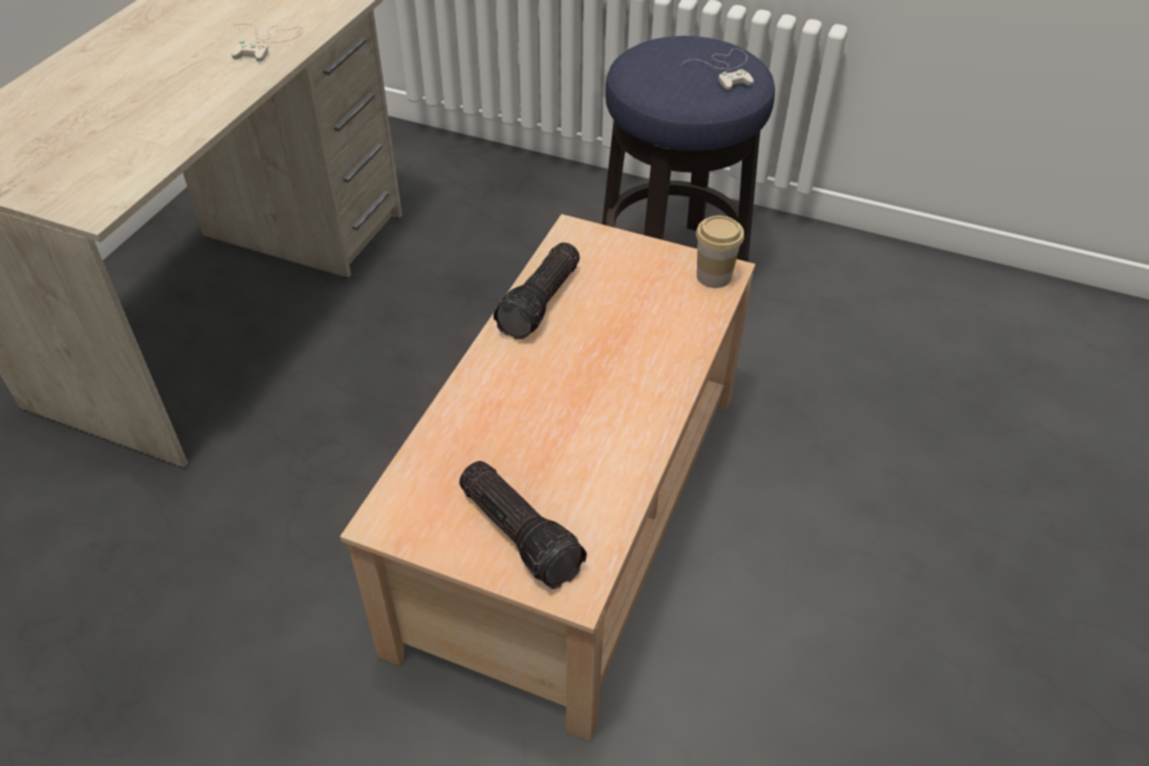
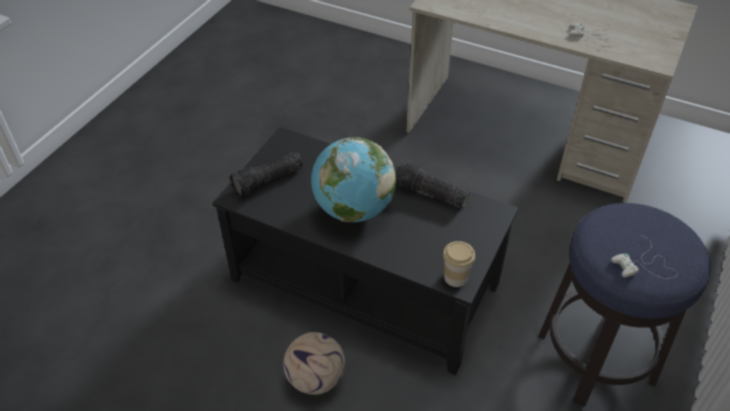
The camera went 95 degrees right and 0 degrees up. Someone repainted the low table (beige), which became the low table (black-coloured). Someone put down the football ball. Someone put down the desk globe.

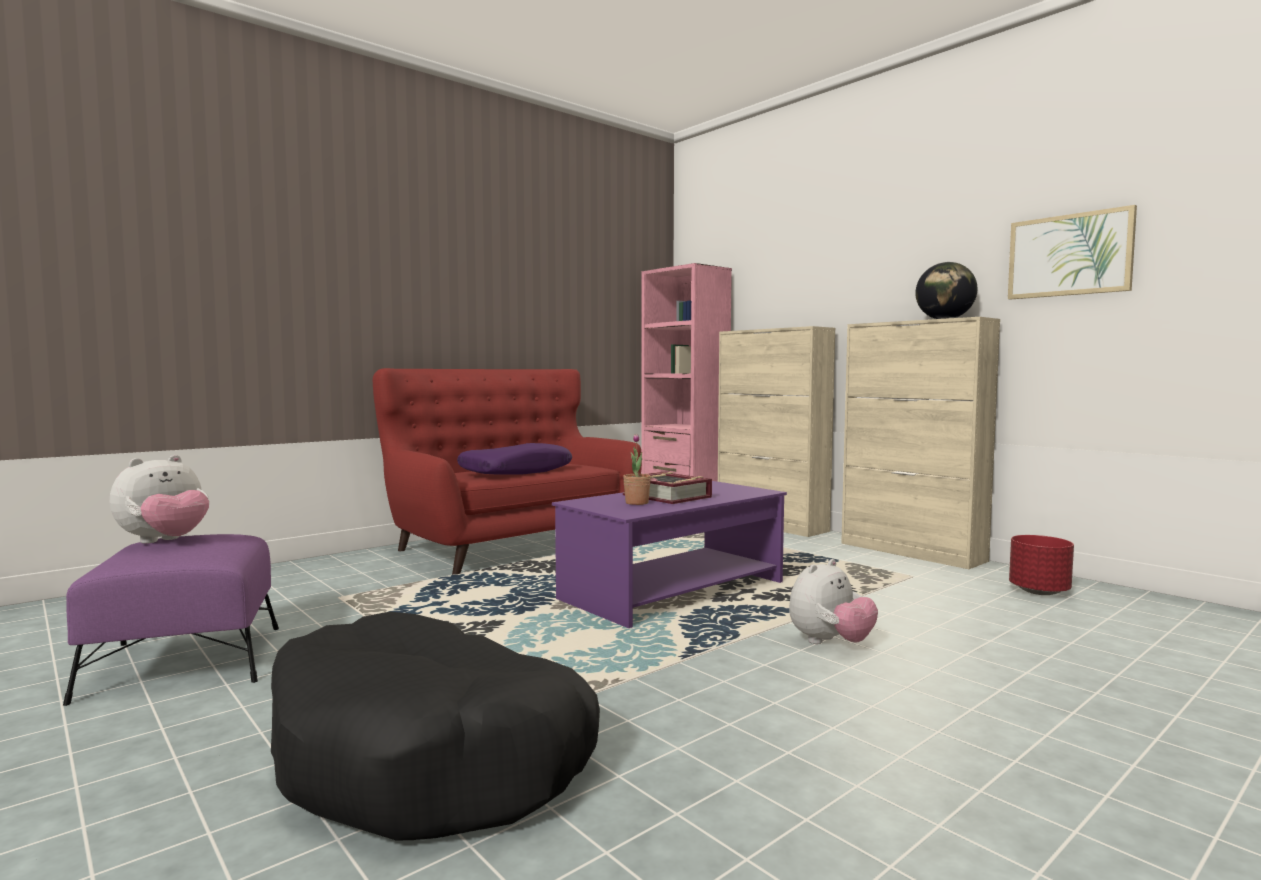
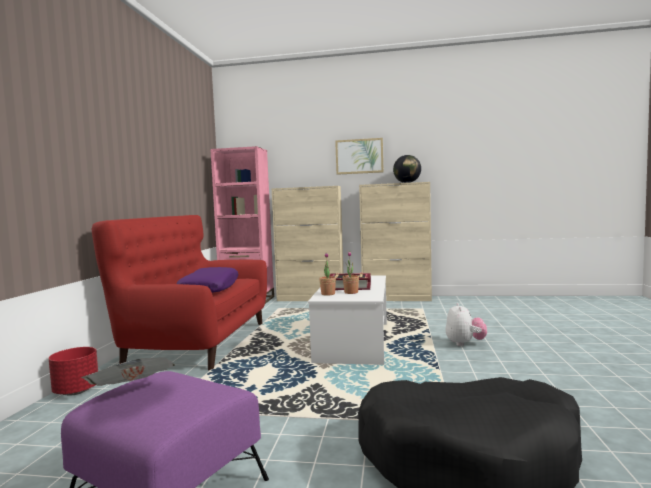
The camera went 40 degrees left and 0 degrees up. Someone carried the plant pot (reddish). Someone swapped the plush toy (1st from left) for the daily paper. Someone repainted the low table (purple-coloured), which became the low table (white). Someone put down the houseplant (1st from left). Someone carried the wall art.

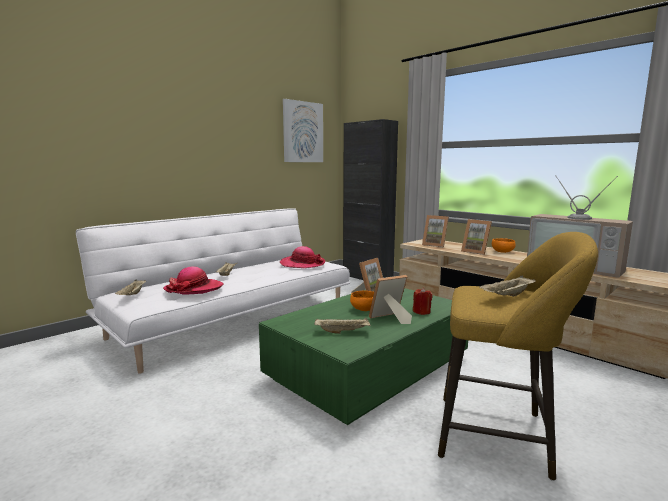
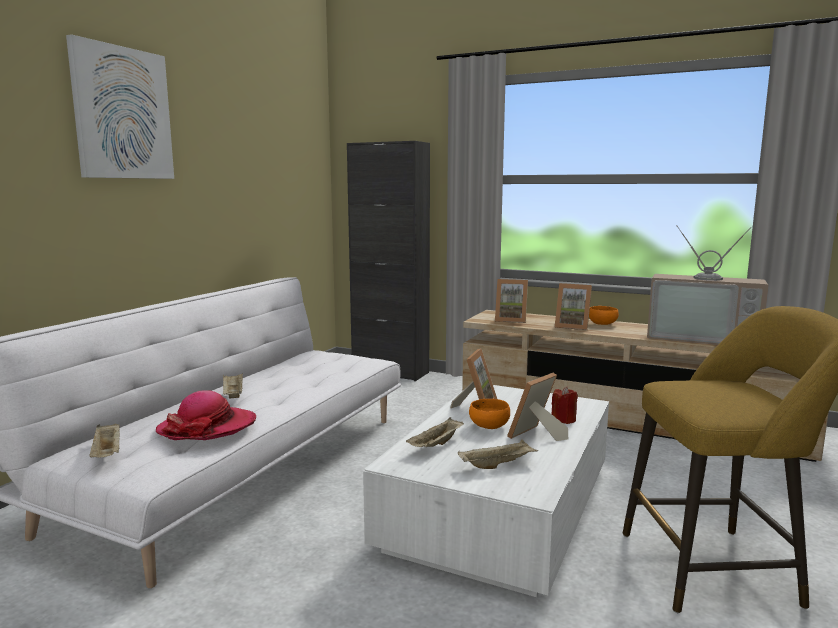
The camera went 20 degrees left and 0 degrees up. Someone carried the wall art. Someone repainted the low table (greenish), which became the low table (white). Someone carried the serving tray (beige) (4th from left in the first image). Someone took away the hat (2nd from left).

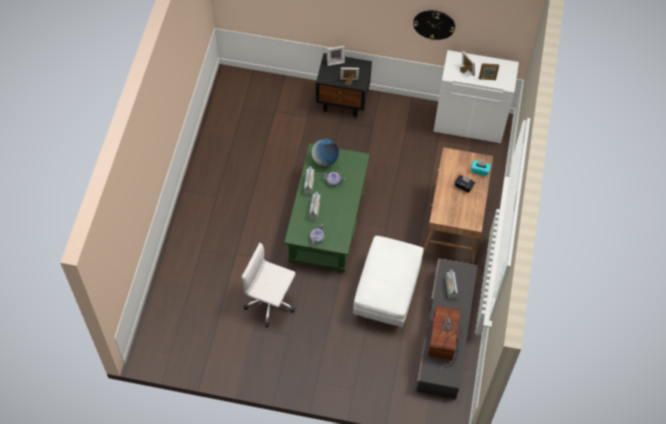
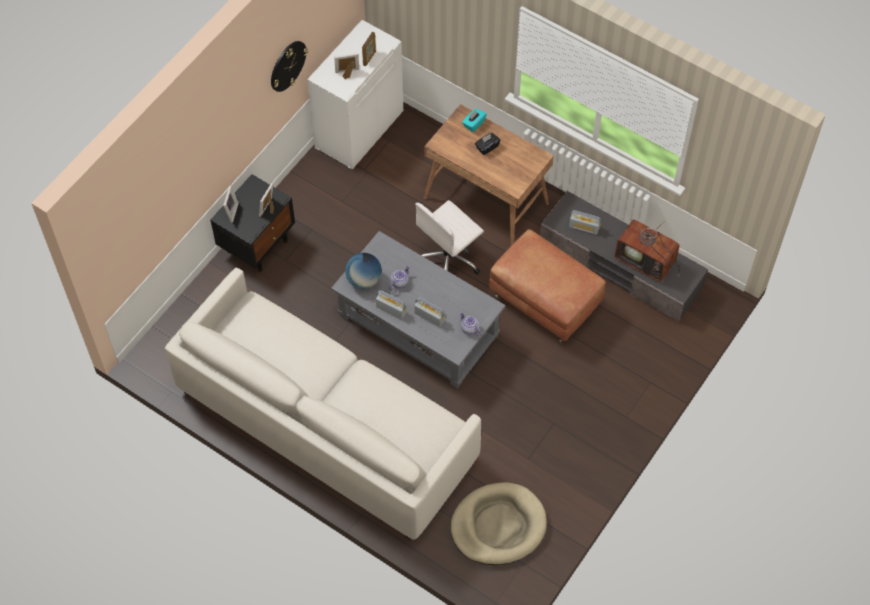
The camera went 65 degrees left and 0 degrees up. Someone put down the sofa (white). Someone repainted the low table (greenish), which became the low table (gray). Someone carried the office chair (white). Someone put down the dog bed (beige). Someone repainted the footrest (white), which became the footrest (brownish).

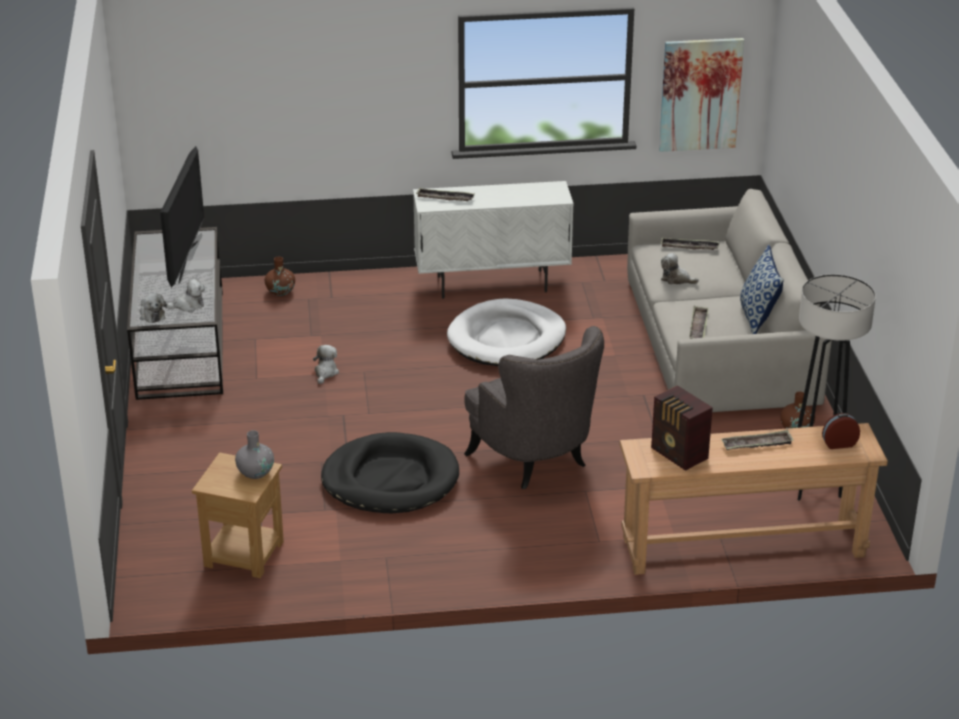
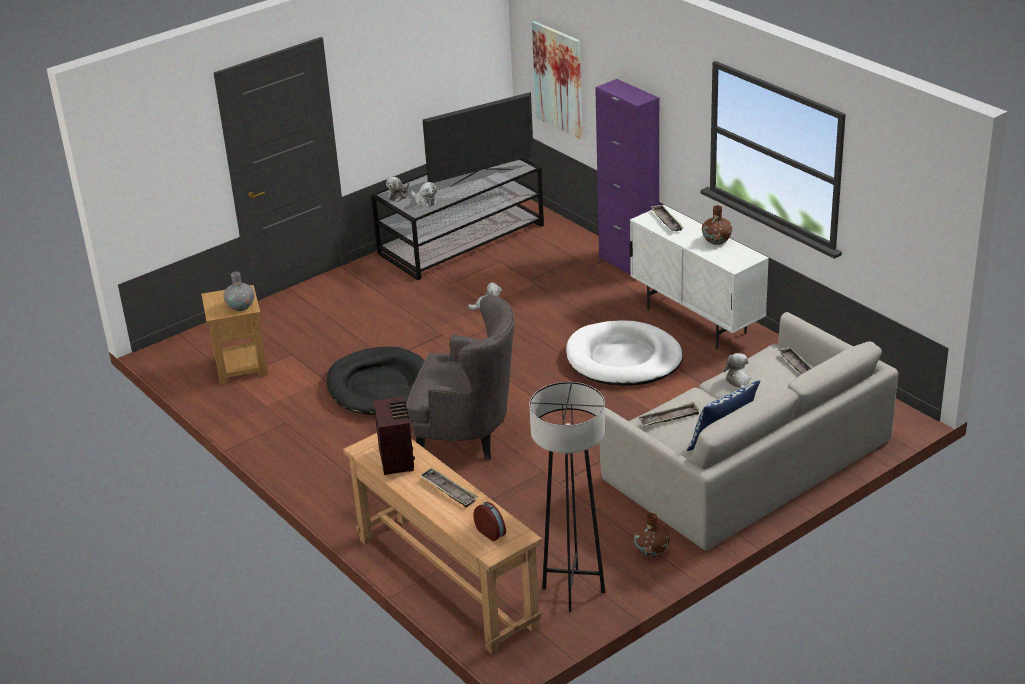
The camera went 60 degrees right and 0 degrees up. Someone rotated the radio by 150 degrees clockwise. Someone rotated the lounge chair (gray) by 105 degrees counterclockwise. Someone carried the wall art. Someone put down the cupboard (purple-coloured). Someone carried the decorative vase (brownish) (1st from left in the first image).

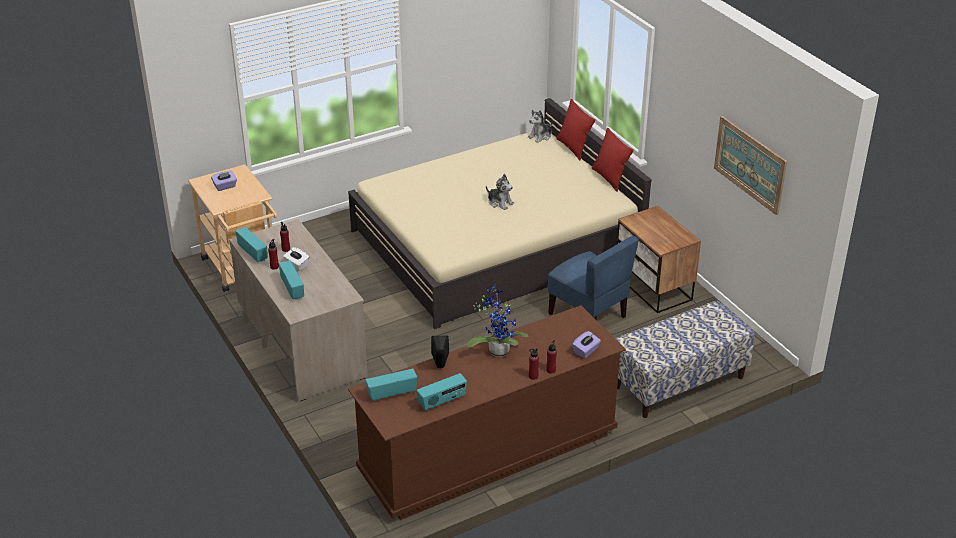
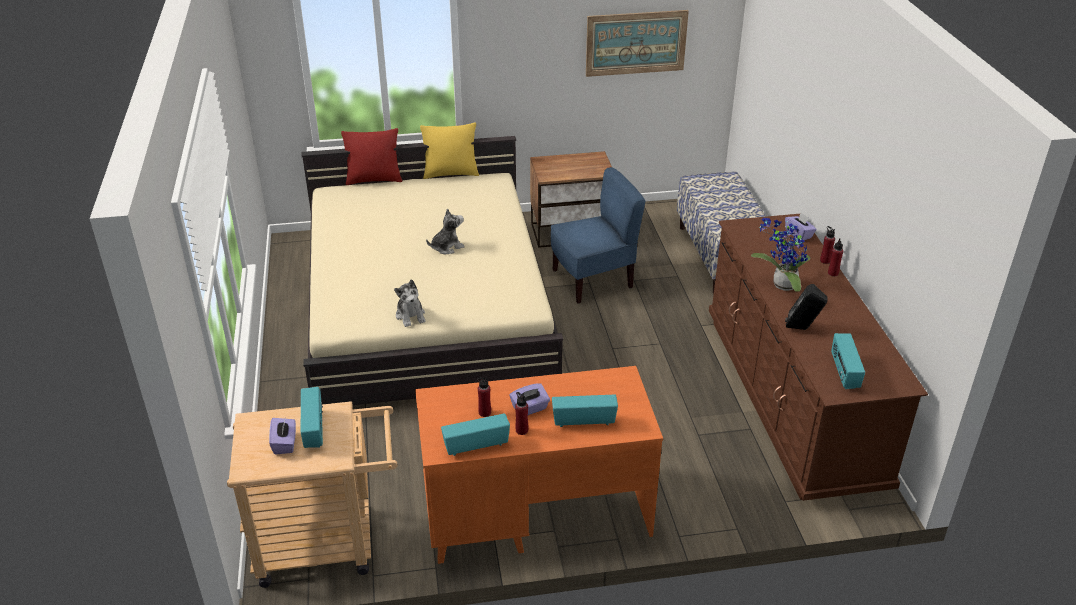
The camera went 70 degrees left and 0 degrees up. Someone carried the radio (4th from left in the first image). Someone carried the plush toy (2nd from left in the first image). Someone repainted the desk table (beige), which became the desk table (orangey). Someone repainted the throw pillow (reddish) (2nd from left), which became the throw pillow (yellow). Someone repainted the box of tissues (white), which became the box of tissues (purple-coloured) (2nd from left).

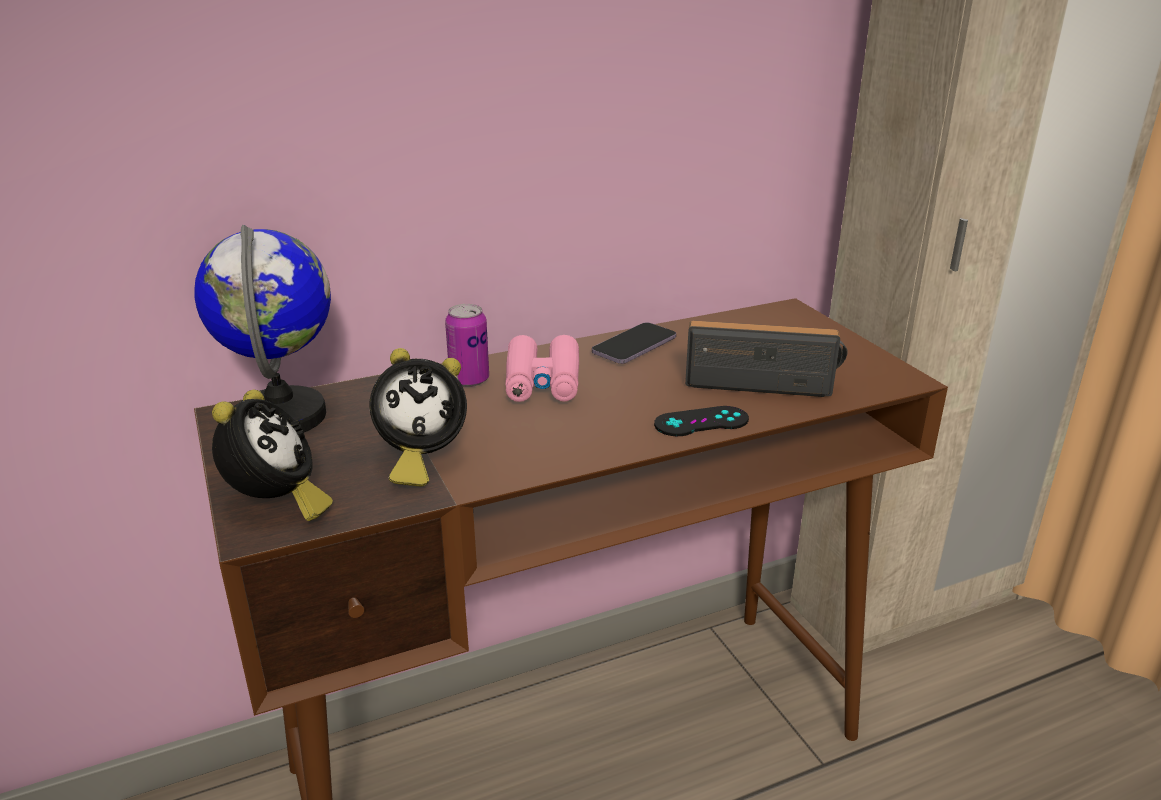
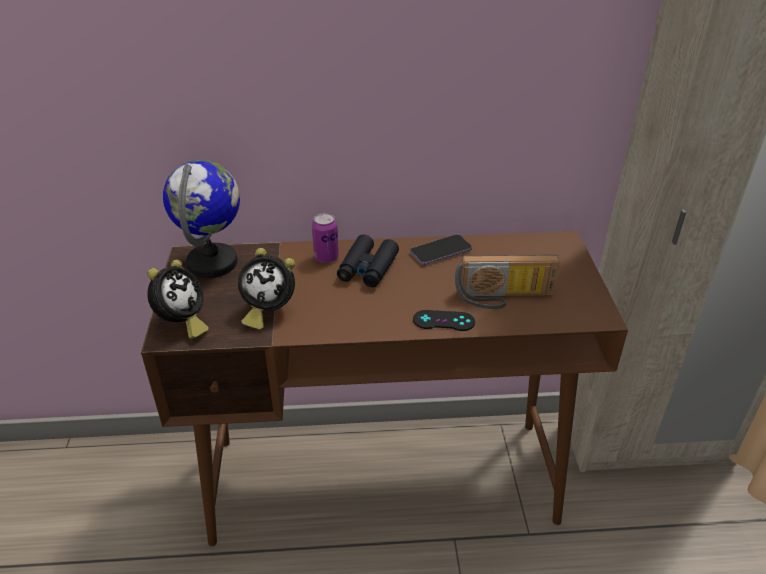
The camera went 20 degrees right and 10 degrees up. Someone repainted the pair of binoculars (pinkish), which became the pair of binoculars (black-coloured). Someone rotated the radio by 150 degrees clockwise.

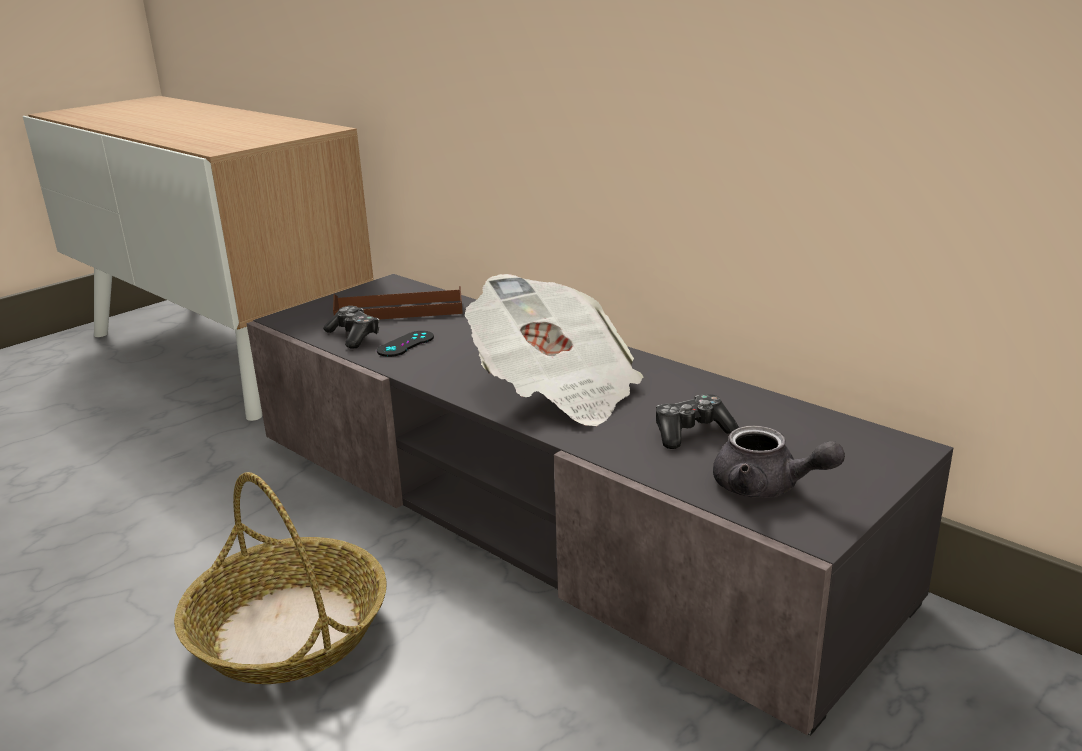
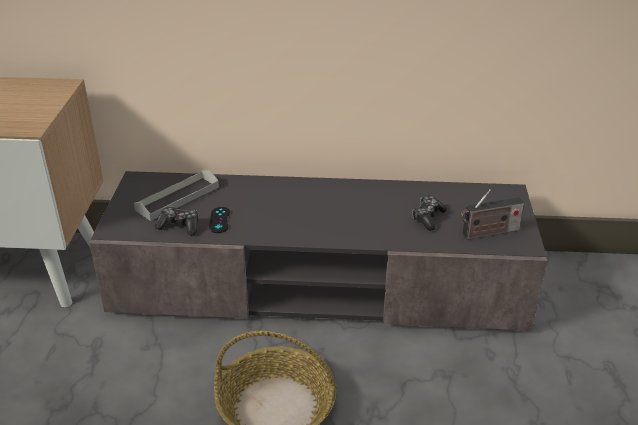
The camera went 40 degrees left and 10 degrees up. Someone repainted the serving tray (brownish), which became the serving tray (gray). Someone swapped the teapot (gray) for the radio. Someone took away the daily paper.

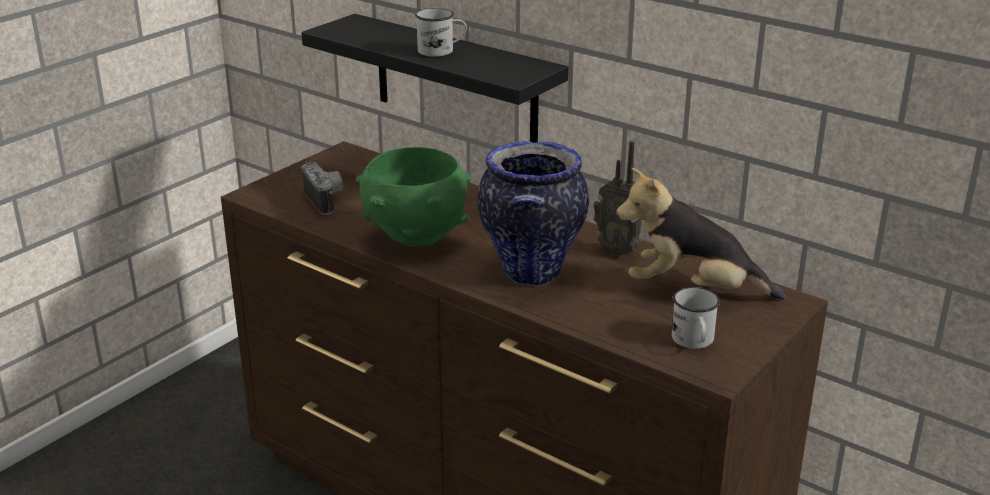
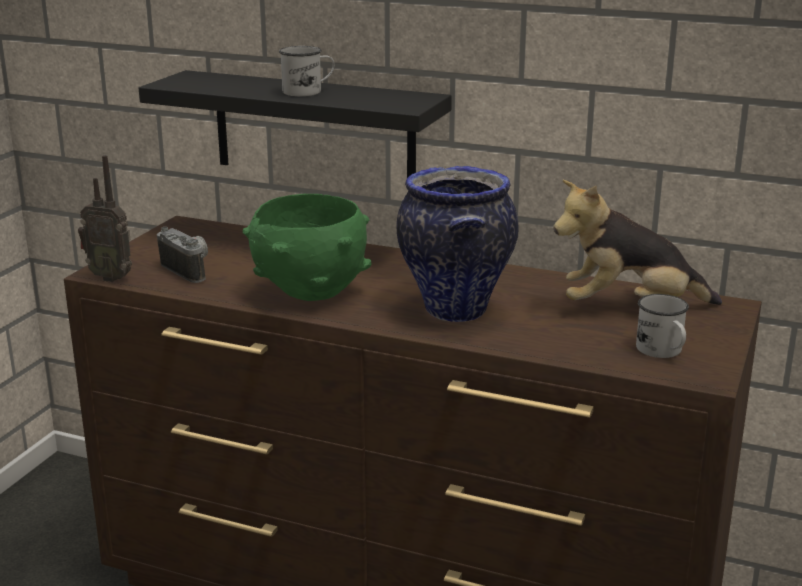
The camera went 15 degrees left and 5 degrees down. Someone carried the radio.

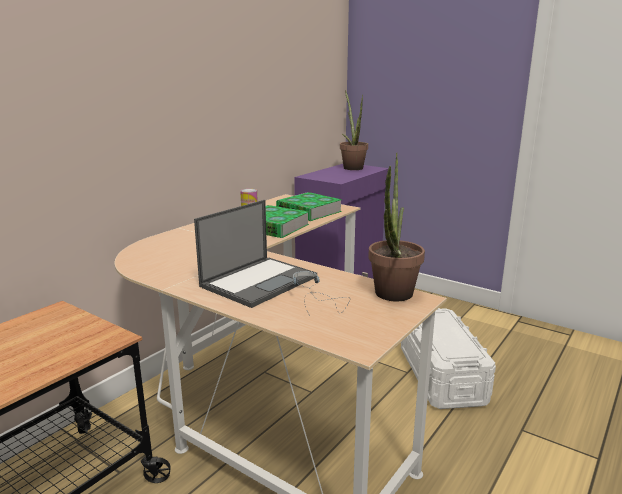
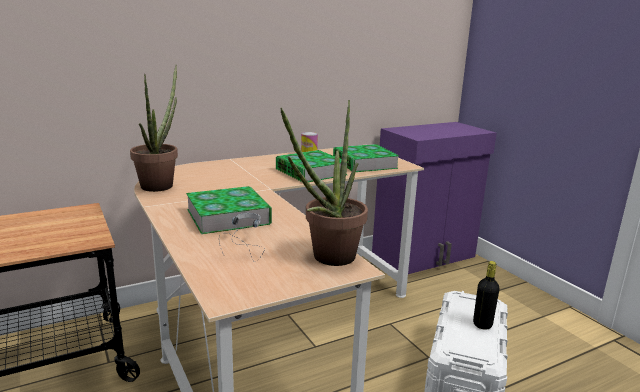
The camera went 25 degrees right and 0 degrees up. Someone carried the houseplant (1st from left). Someone swapped the laptop for the bound book (1st from left). Someone put down the drink bottle (black-coloured).

